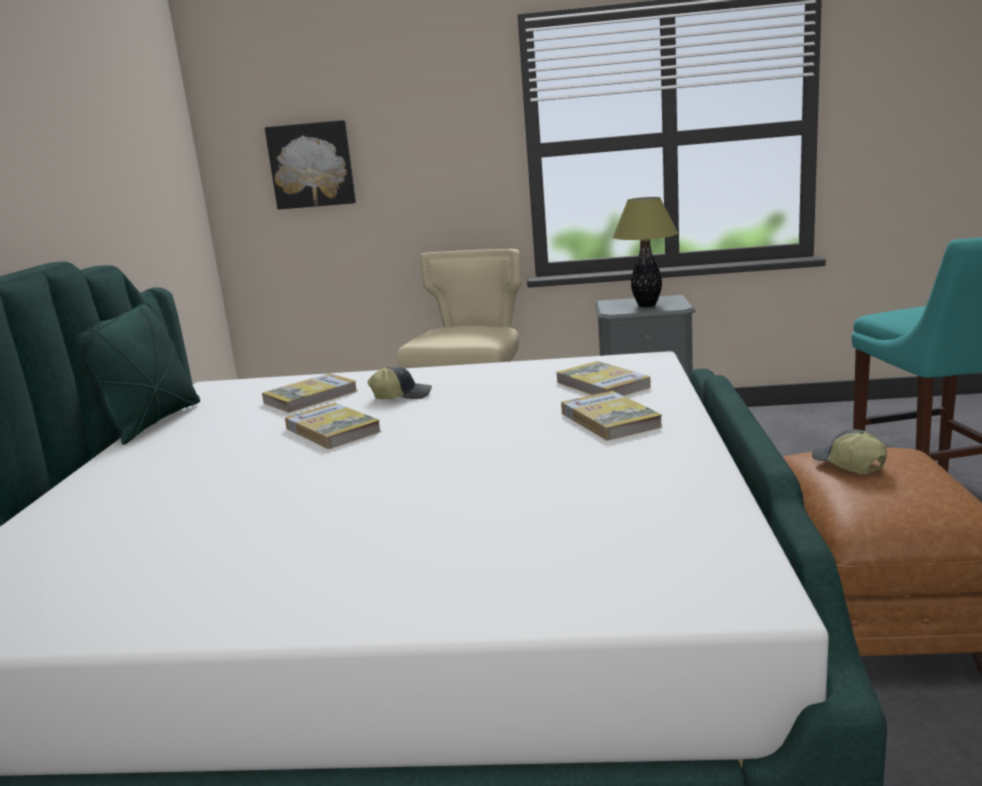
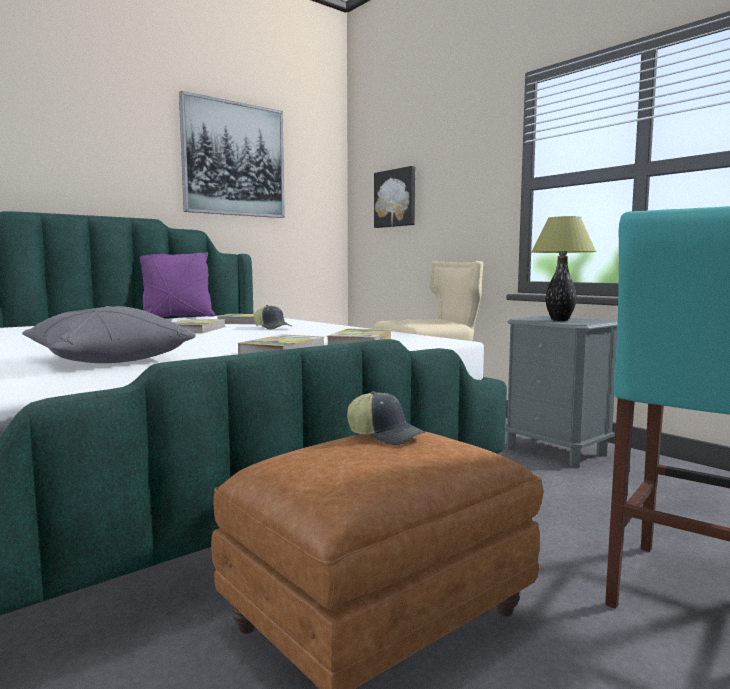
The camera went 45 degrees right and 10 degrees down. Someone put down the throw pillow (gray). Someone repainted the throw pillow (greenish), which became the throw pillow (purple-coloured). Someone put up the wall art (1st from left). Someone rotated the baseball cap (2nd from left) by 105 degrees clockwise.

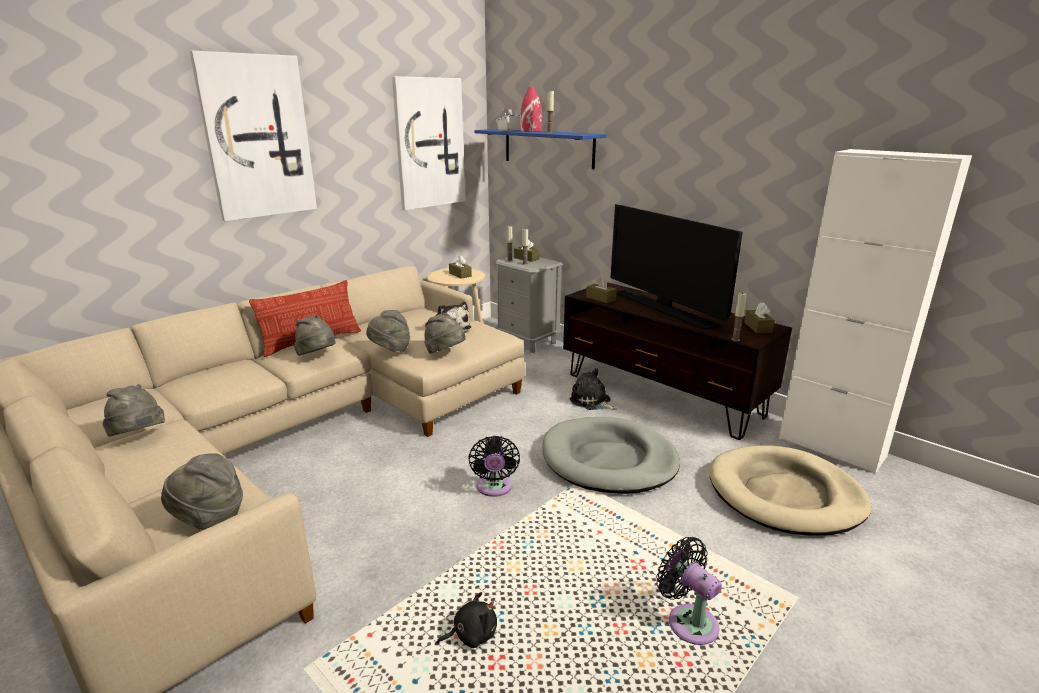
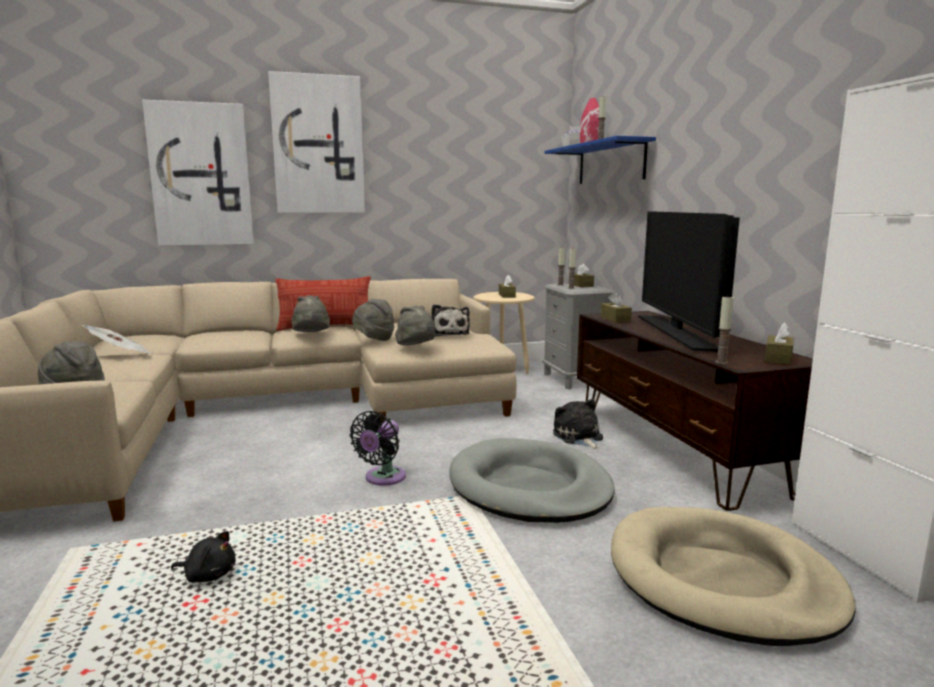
The camera went 30 degrees right and 10 degrees down. Someone swapped the hat (gray) (1st from left) for the daily paper. Someone carried the wall art (2nd from left in the first image). Someone took away the fan (black-coloured) (2nd from left).

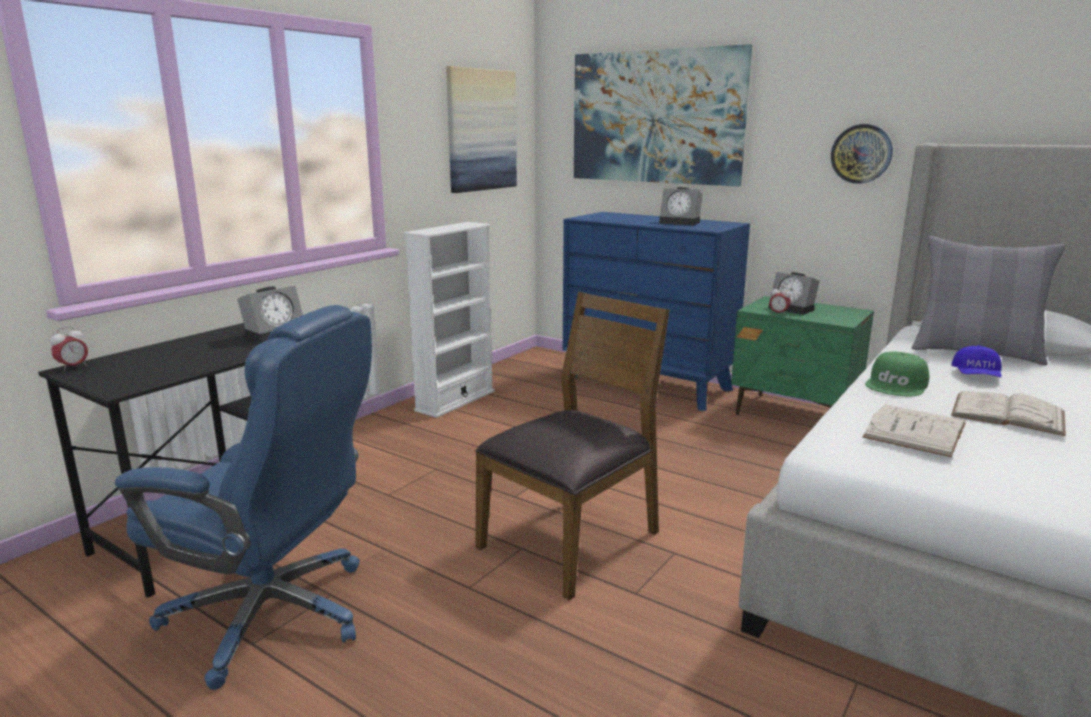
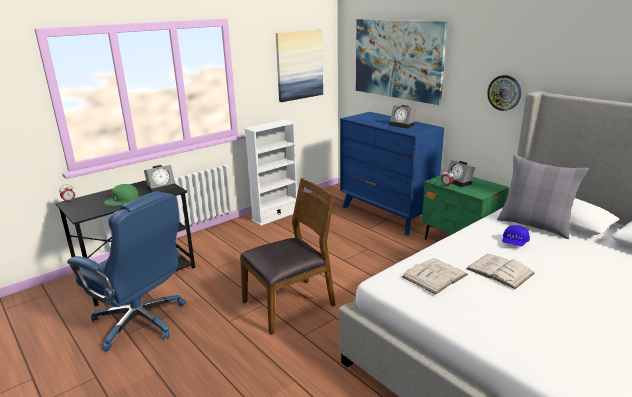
The camera went 15 degrees right and 5 degrees up. Someone carried the baseball cap (greenish).

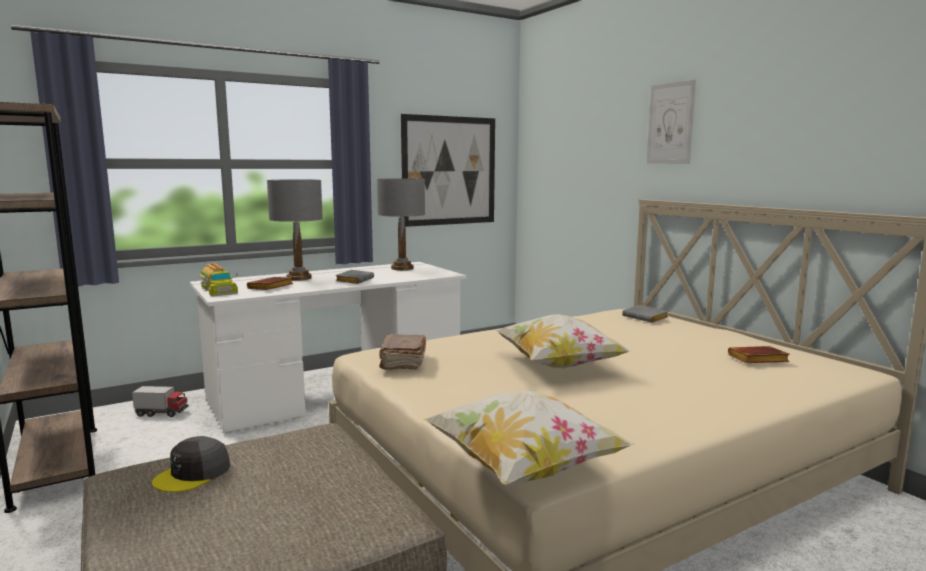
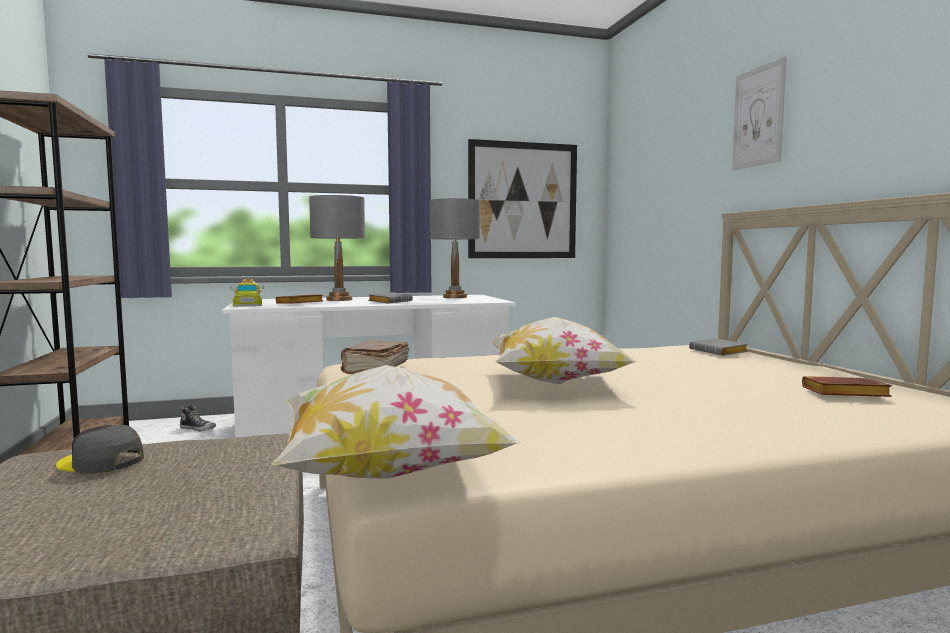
The camera went 15 degrees right and 5 degrees down. Someone rotated the baseball cap (gray) by 60 degrees clockwise. Someone swapped the model truck (1st from left) for the shoe.

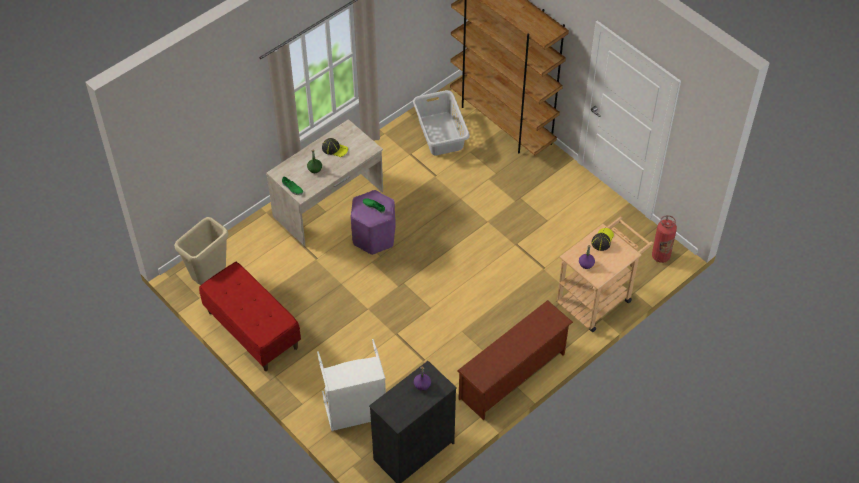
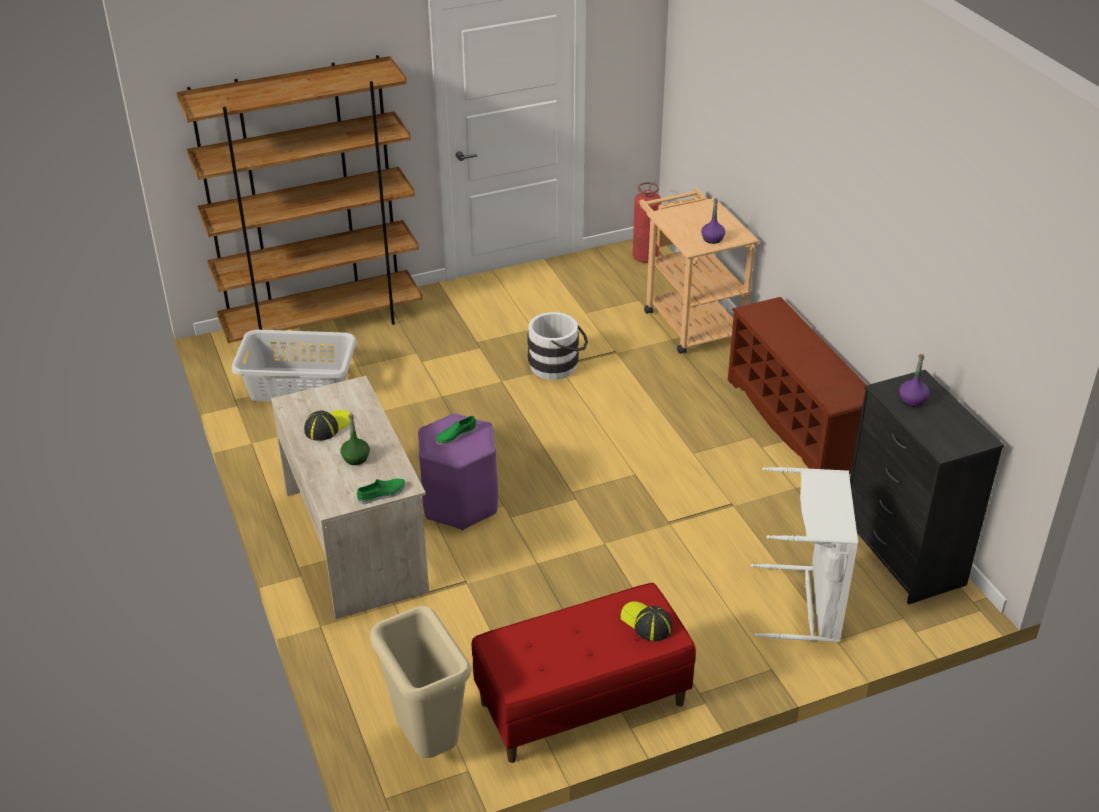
The camera went 70 degrees left and 15 degrees down. Someone put down the bucket (white). Someone carried the baseball cap (2nd from left).

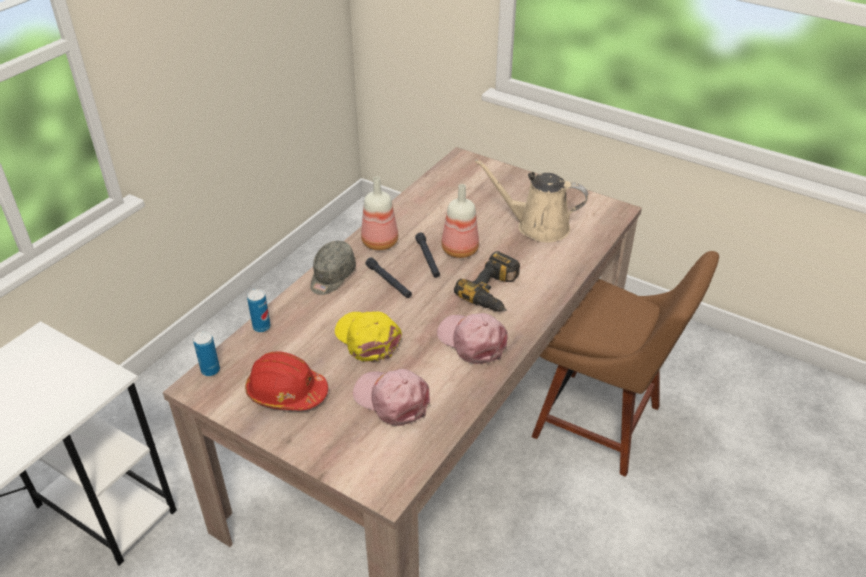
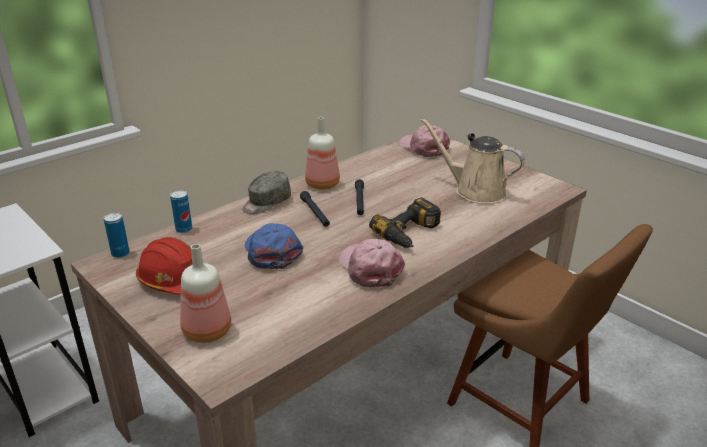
The camera went 15 degrees right and 10 degrees down. Someone carried the drink bottle (2nd from left in the first image). Someone repainted the baseball cap (yellow), which became the baseball cap (blue-coloured). Someone carried the baseball cap (pinkish) (1st from left in the first image).

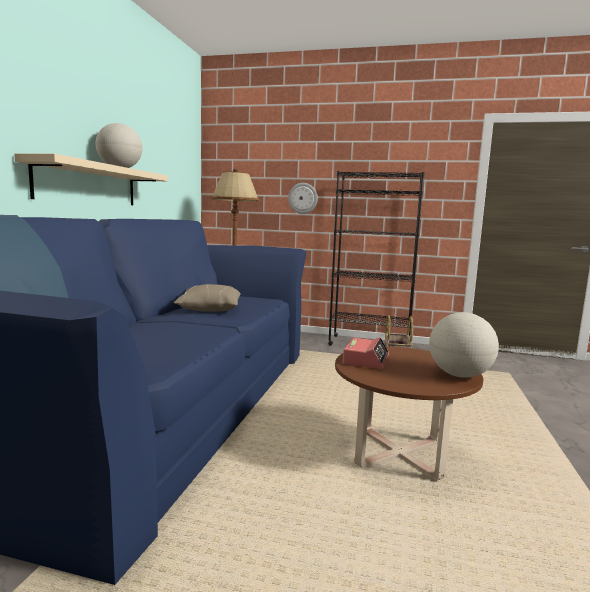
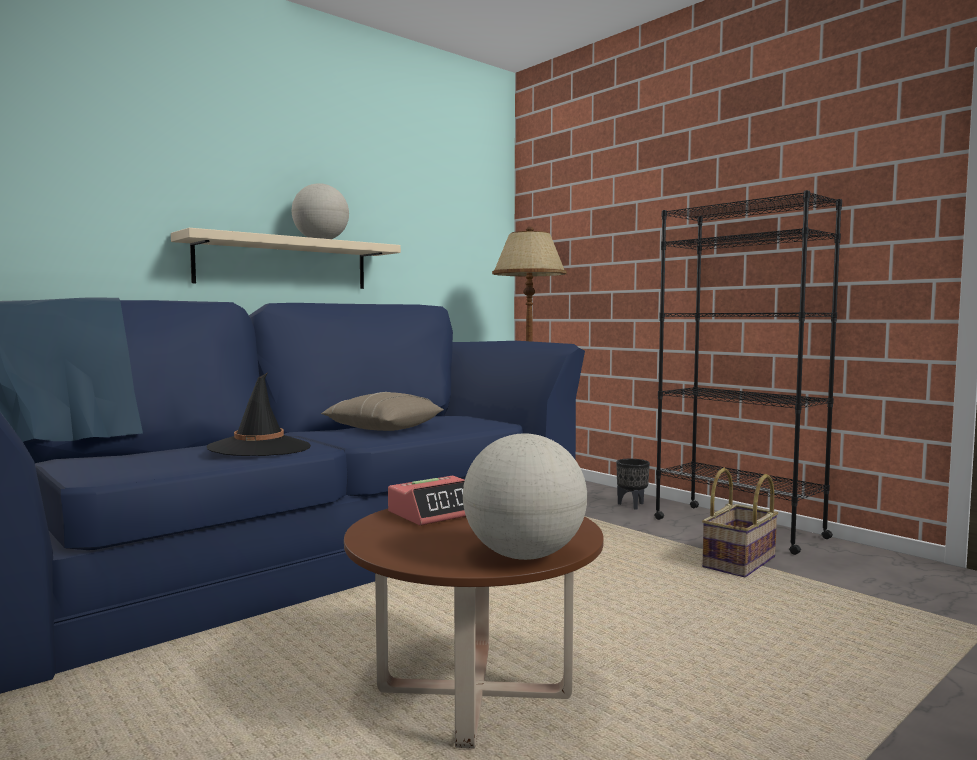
The camera went 35 degrees right and 5 degrees down. Someone put down the hat (black-coloured). Someone put down the plant pot (black-coloured). Someone took away the hanging clock.

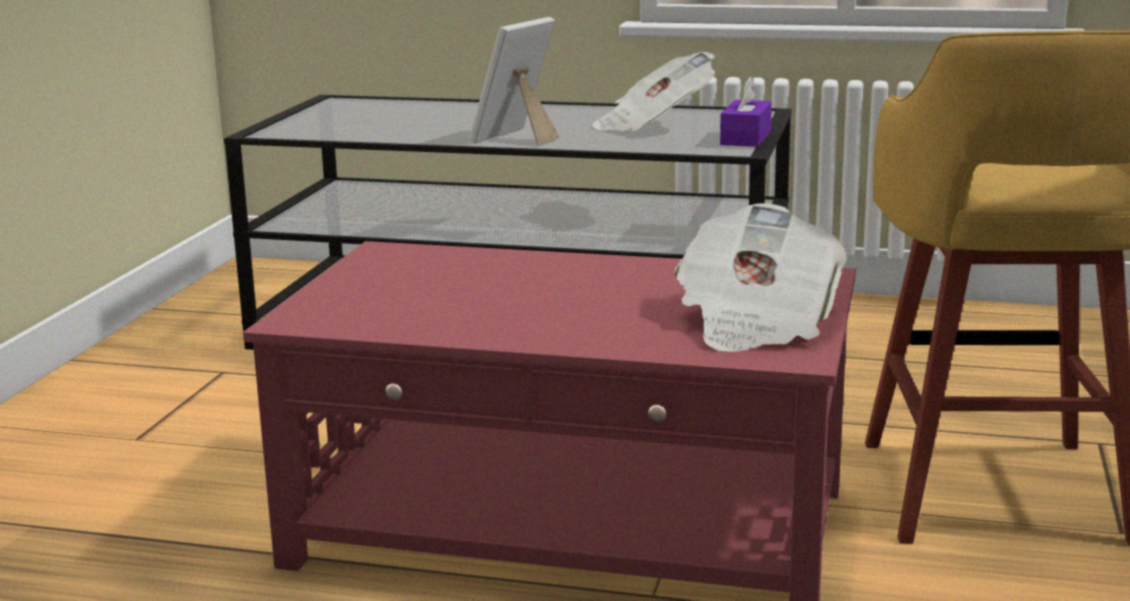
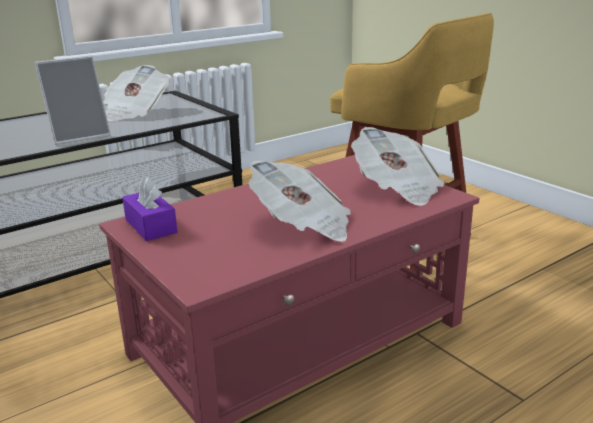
The camera went 50 degrees left and 5 degrees up. Someone rotated the standing frame by 105 degrees counterclockwise. Someone carried the box of tissues (purple-coloured). Someone put down the daily paper (2nd from left).

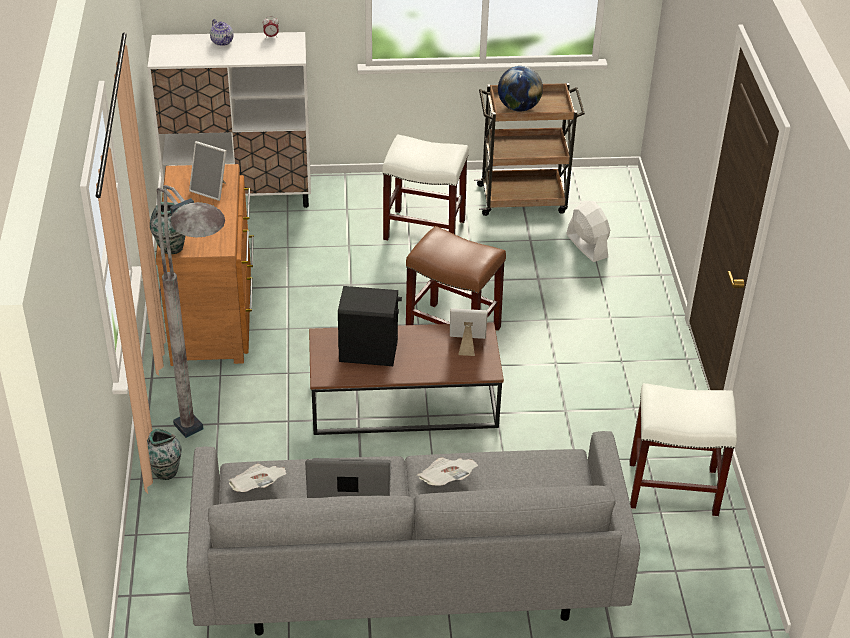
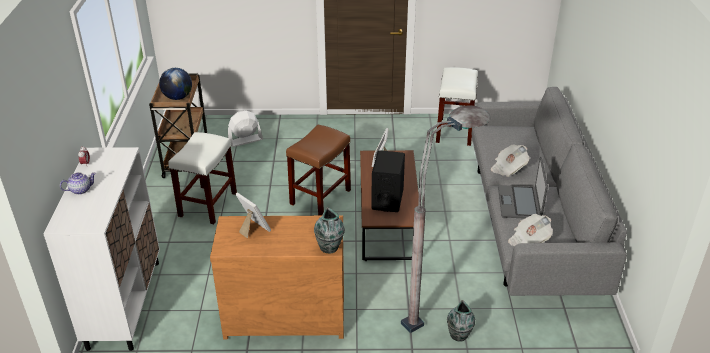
The camera went 85 degrees left and 5 degrees down. Someone rotated the standing frame (1st from left) by 75 degrees counterclockwise.

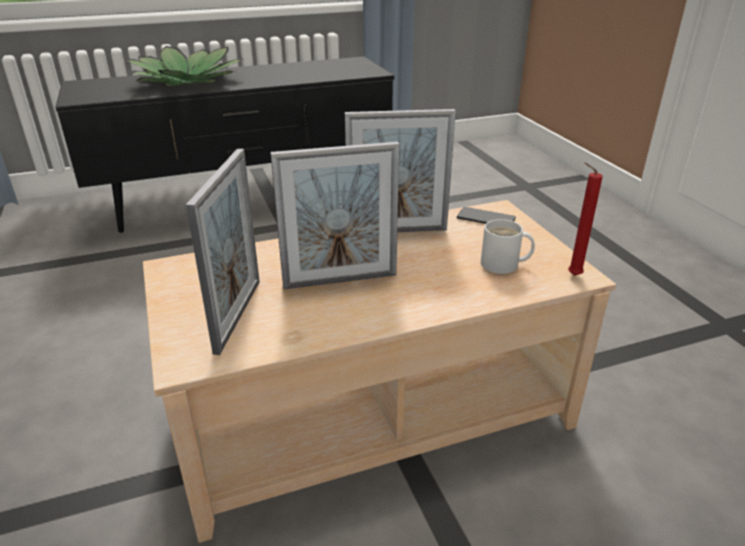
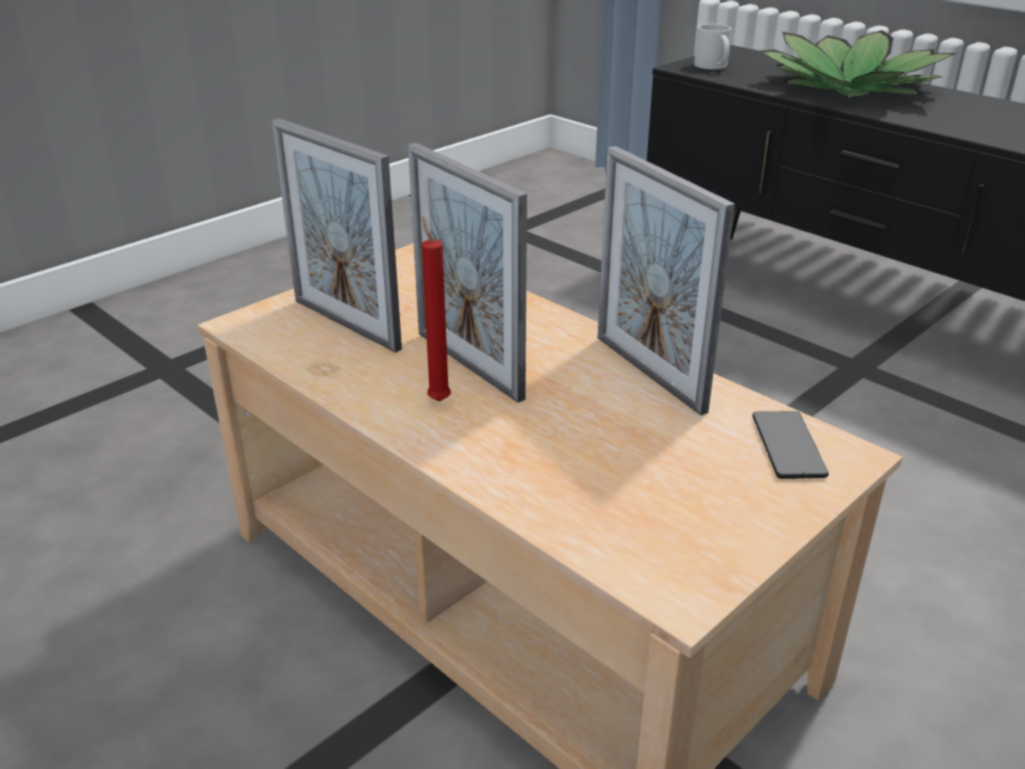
The camera went 65 degrees right and 0 degrees up. Someone rotated the standing frame (1st from left) by 60 degrees clockwise. Someone carried the wax candle (reddish). Someone carried the mug (white).

